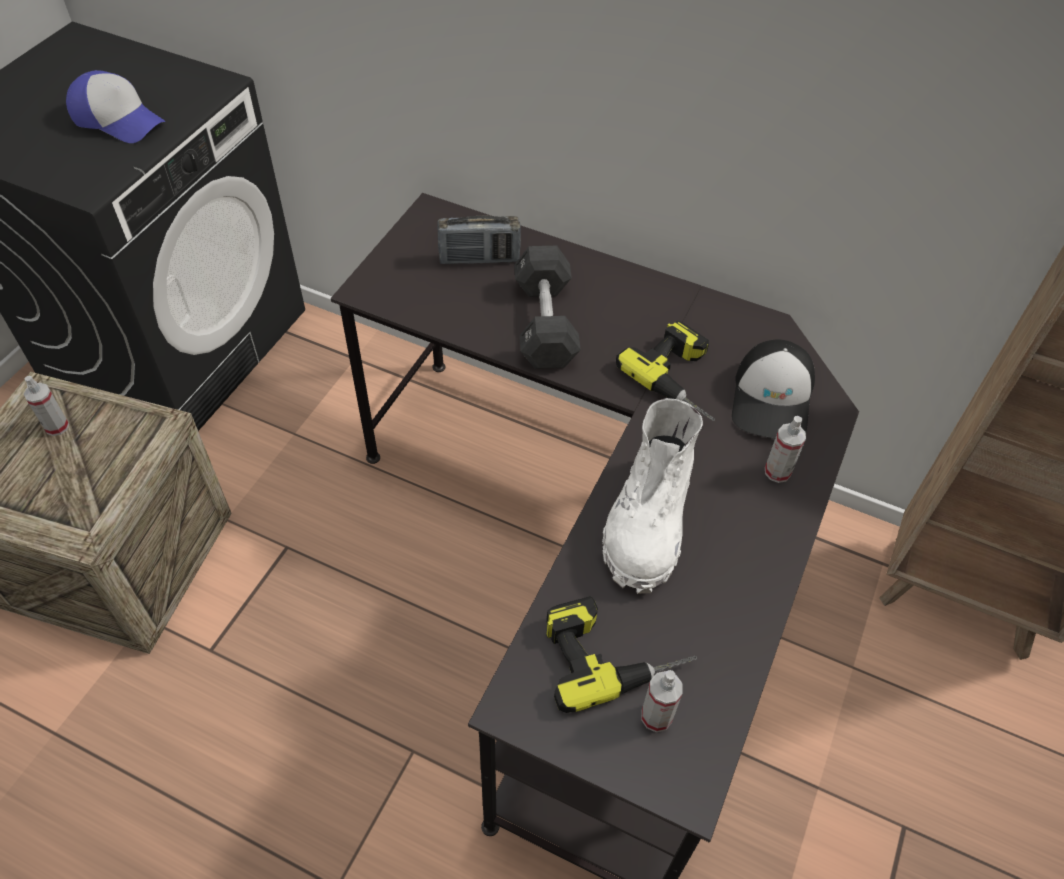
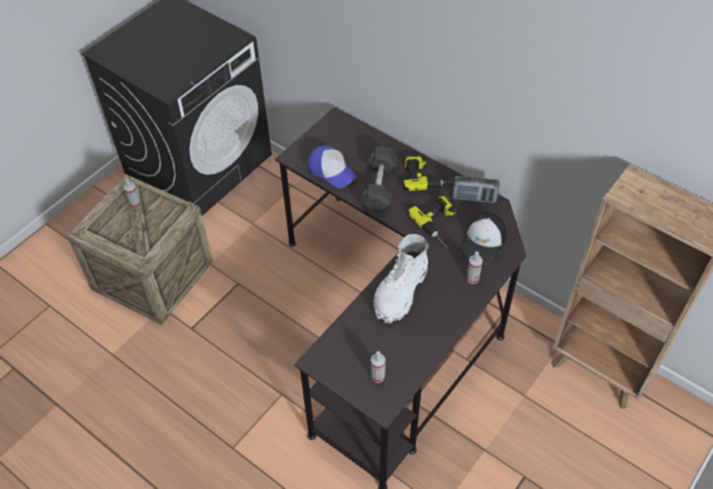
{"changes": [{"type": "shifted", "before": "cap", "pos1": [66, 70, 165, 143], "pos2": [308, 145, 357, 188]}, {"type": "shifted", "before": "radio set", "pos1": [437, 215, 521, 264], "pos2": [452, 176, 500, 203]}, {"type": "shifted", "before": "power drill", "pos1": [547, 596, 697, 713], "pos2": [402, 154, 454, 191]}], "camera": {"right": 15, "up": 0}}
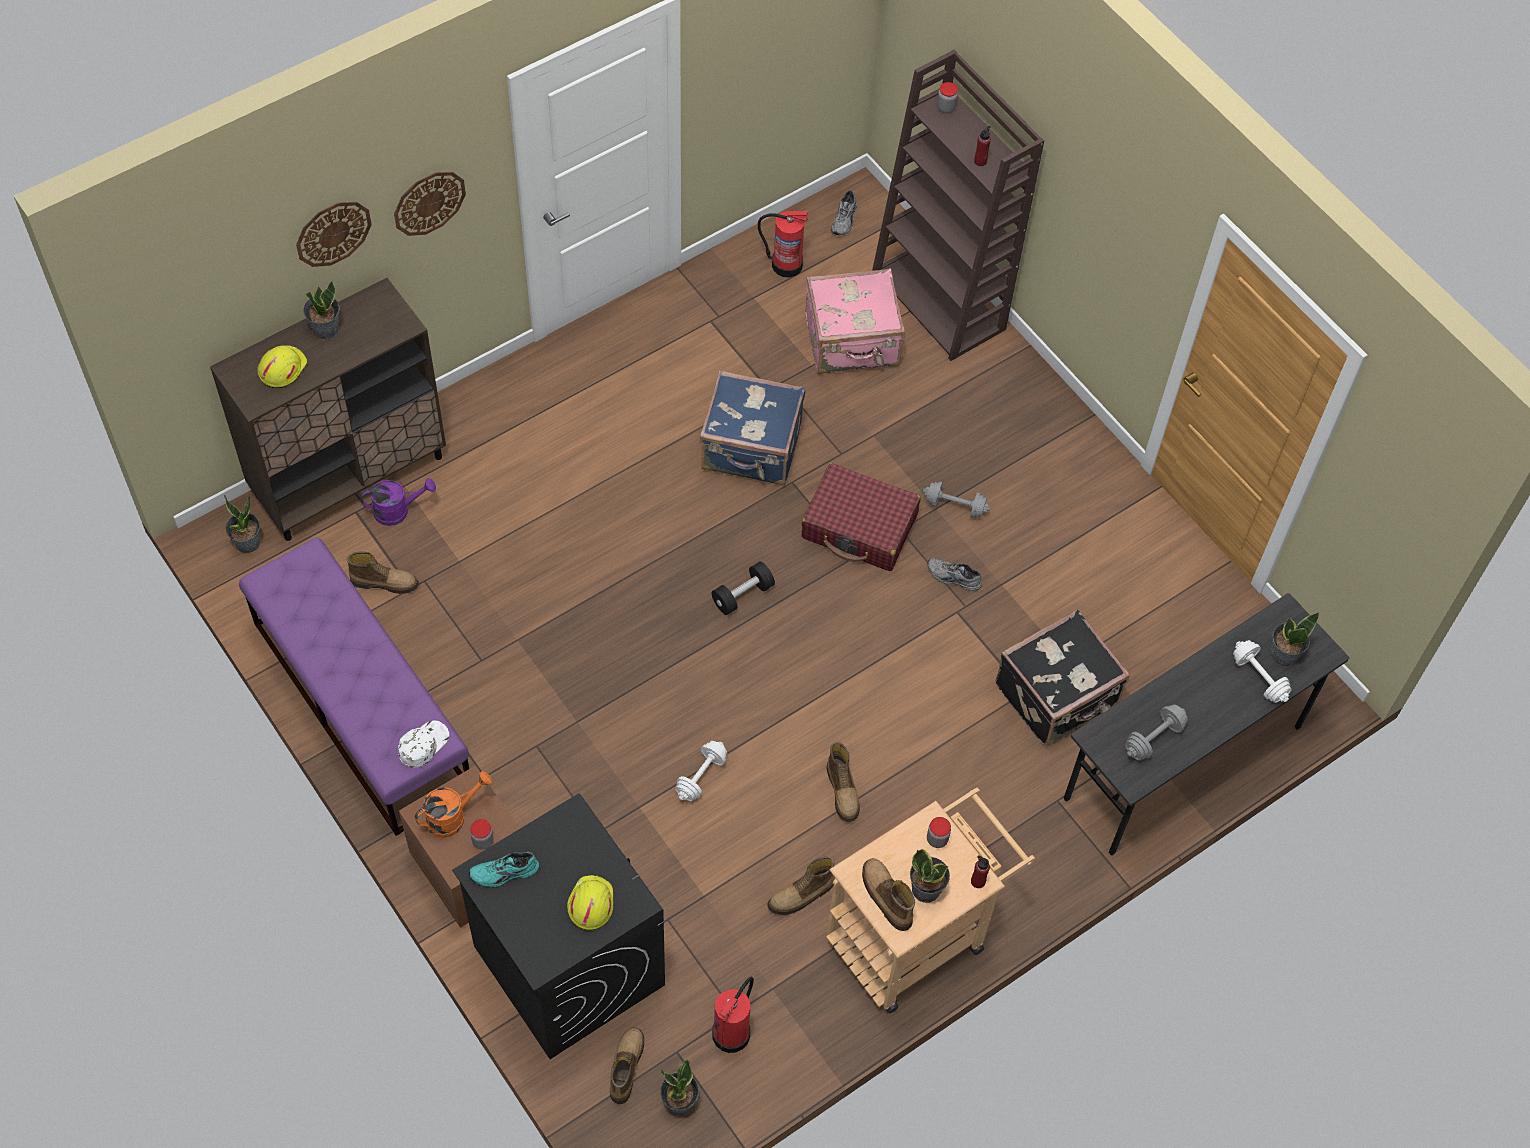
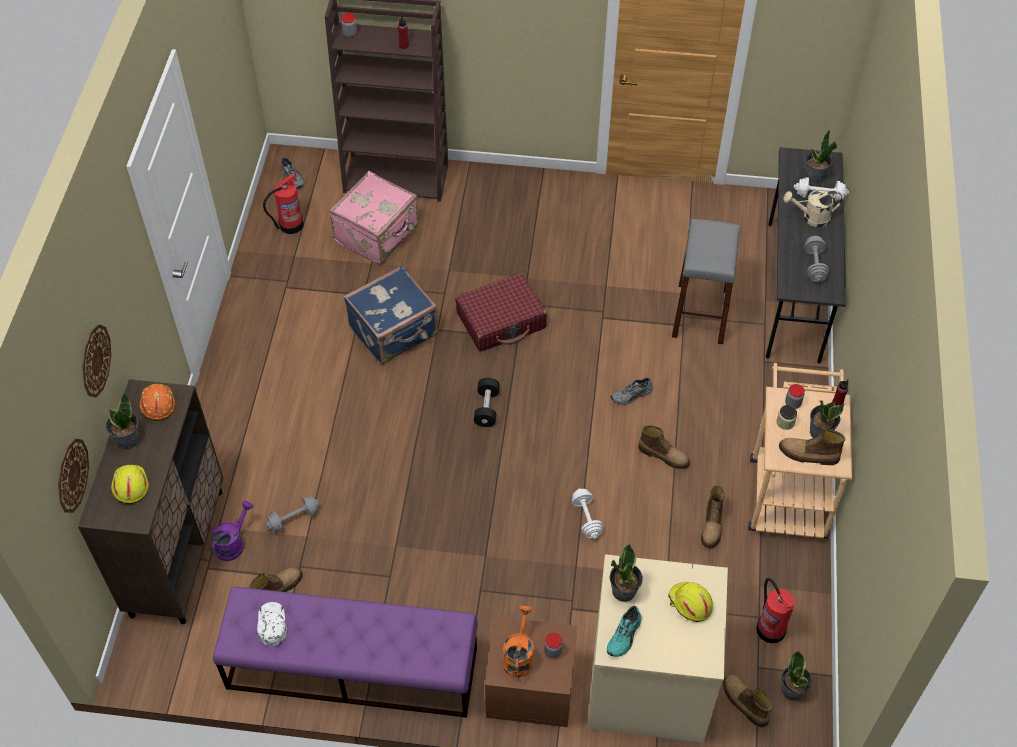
{"changes": [{"type": "new", "after": "orange-coloured hard hat", "pos2": [140, 384, 175, 421]}, {"type": "new", "after": "preserve jar", "pos2": [776, 405, 797, 430]}, {"type": "new", "after": "beige-coloured sprinkling can", "pos2": [783, 189, 842, 227]}, {"type": "shifted", "before": "houseplant", "pos1": [224, 495, 260, 553], "pos2": [610, 544, 643, 602]}, {"type": "shifted", "before": "clock on the wall", "pos1": [394, 172, 466, 236], "pos2": [58, 439, 89, 513]}, {"type": "shifted", "before": "whitish cap", "pos1": [398, 720, 449, 768], "pos2": [257, 602, 287, 647]}, {"type": "shifted", "before": "greyish hand weight", "pos1": [923, 481, 990, 518], "pos2": [266, 496, 320, 532]}, {"type": "shifted", "before": "greyish item of footwear", "pos1": [927, 558, 982, 591], "pos2": [610, 378, 653, 405]}, {"type": "swapped", "before": "black suitcase", "after": "greyish stool seat", "pos1": [996, 610, 1130, 746], "pos2": [672, 219, 740, 344]}, {"type": "repainted", "before": "black washing machine", "after": "beige-coloured washing machine", "pos1": [452, 793, 665, 1059], "pos2": [587, 554, 728, 743]}], "camera": {"right": -45, "up": -5}}
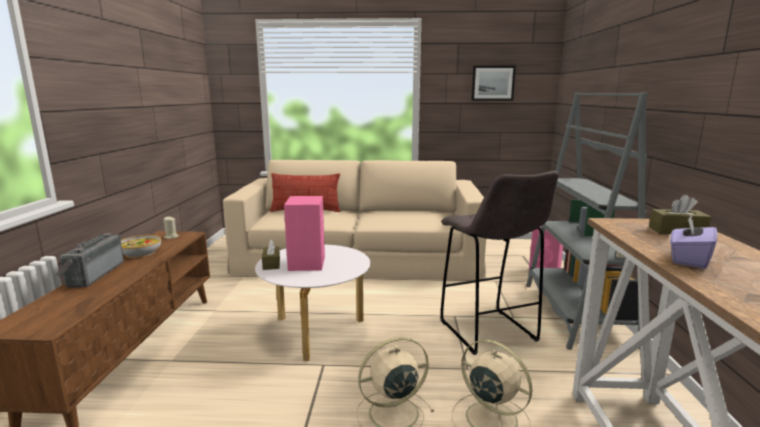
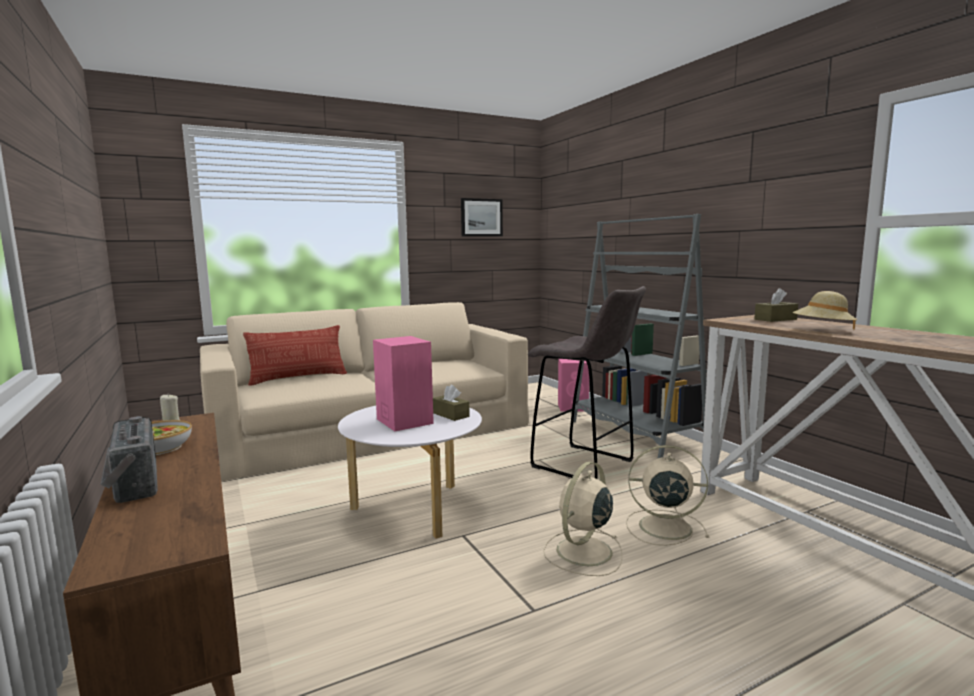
{"changes": [{"type": "shifted", "before": "brownish tissue box", "pos1": [262, 239, 280, 270], "pos2": [433, 385, 470, 421]}, {"type": "swapped", "before": "purplish tissue box", "after": "beige-coloured clothing hat", "pos1": [670, 215, 717, 269], "pos2": [793, 291, 857, 330]}], "camera": {"right": -30, "up": -5}}
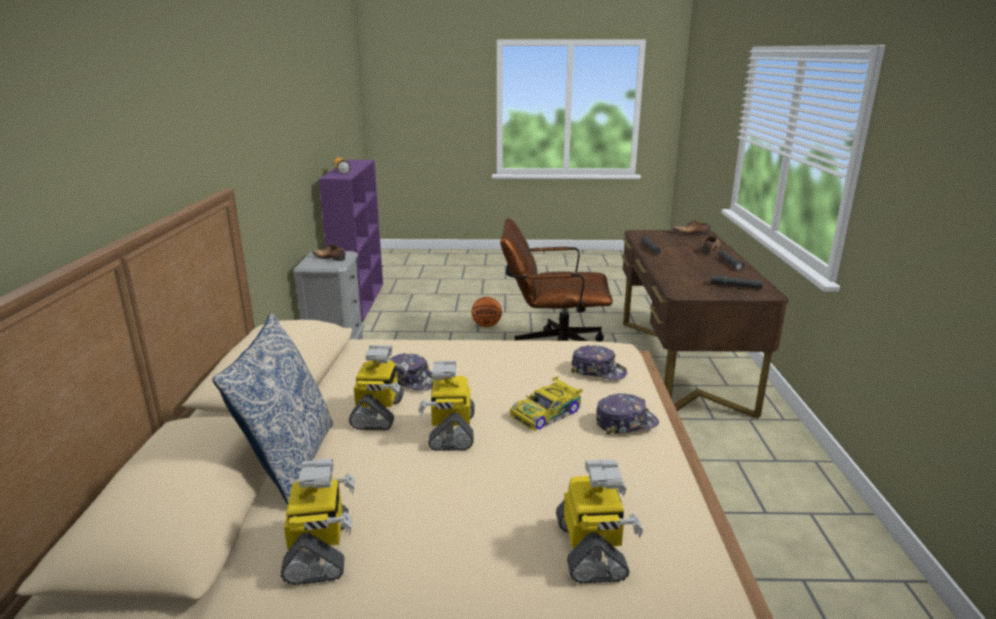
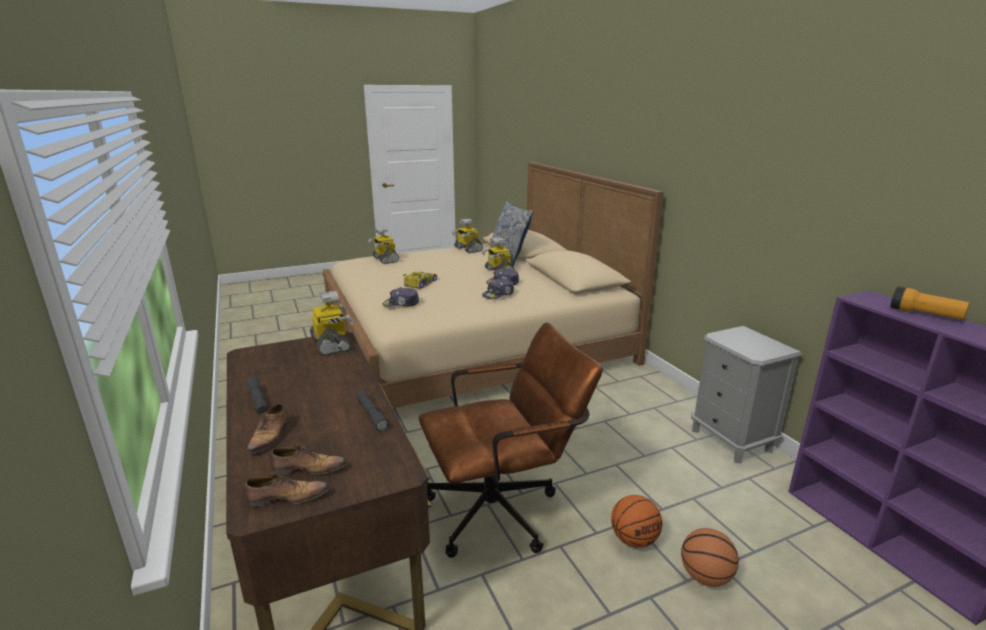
{"changes": [{"type": "gone", "before": "greyish hand torch", "pos1": [710, 274, 763, 289]}, {"type": "new", "after": "basketball ball", "pos2": [681, 528, 739, 587]}, {"type": "shifted", "before": "item of footwear", "pos1": [312, 244, 345, 261], "pos2": [269, 445, 346, 475]}, {"type": "shifted", "before": "toy robot", "pos1": [418, 360, 475, 451], "pos2": [310, 291, 353, 355]}, {"type": "shifted", "before": "cap", "pos1": [596, 393, 659, 435], "pos2": [482, 278, 514, 299]}], "camera": {"right": 155, "up": 0}}
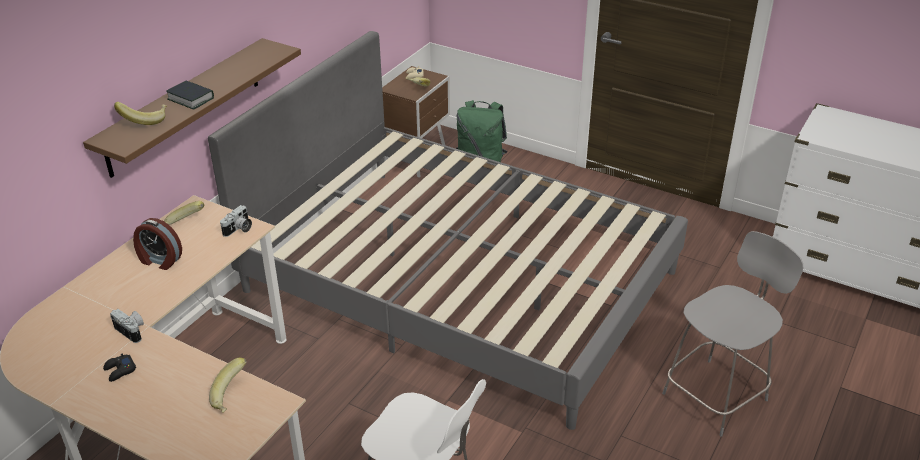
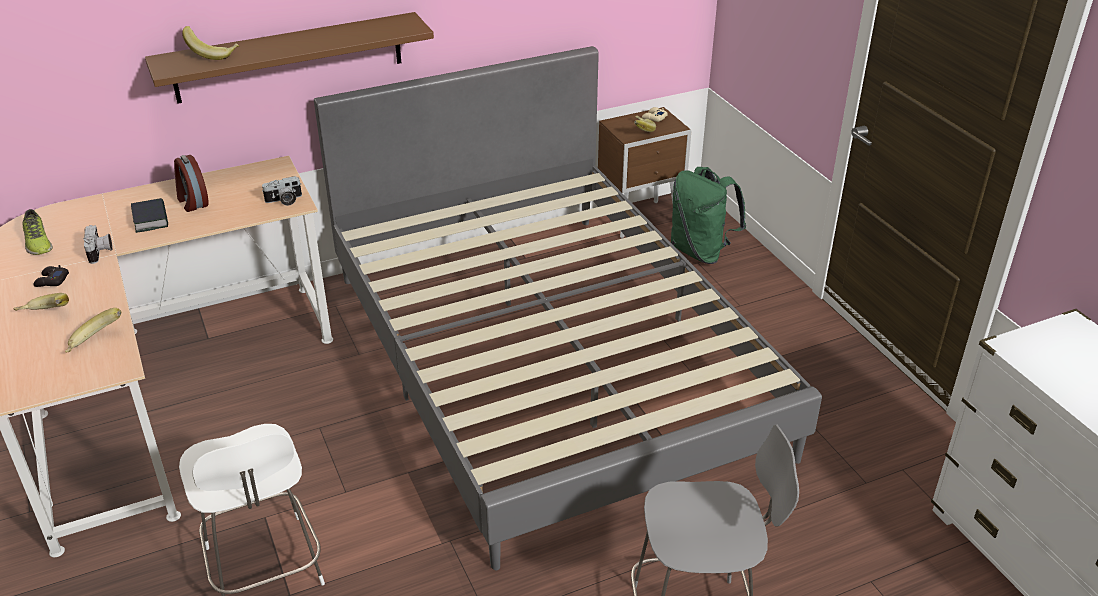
{"changes": [{"type": "new", "after": "item of footwear", "pos2": [22, 209, 53, 255]}, {"type": "shifted", "before": "whole banana", "pos1": [164, 201, 204, 225], "pos2": [13, 293, 69, 311]}, {"type": "shifted", "before": "bound book", "pos1": [166, 81, 214, 110], "pos2": [131, 198, 168, 233]}], "camera": {"right": 35, "up": 0}}
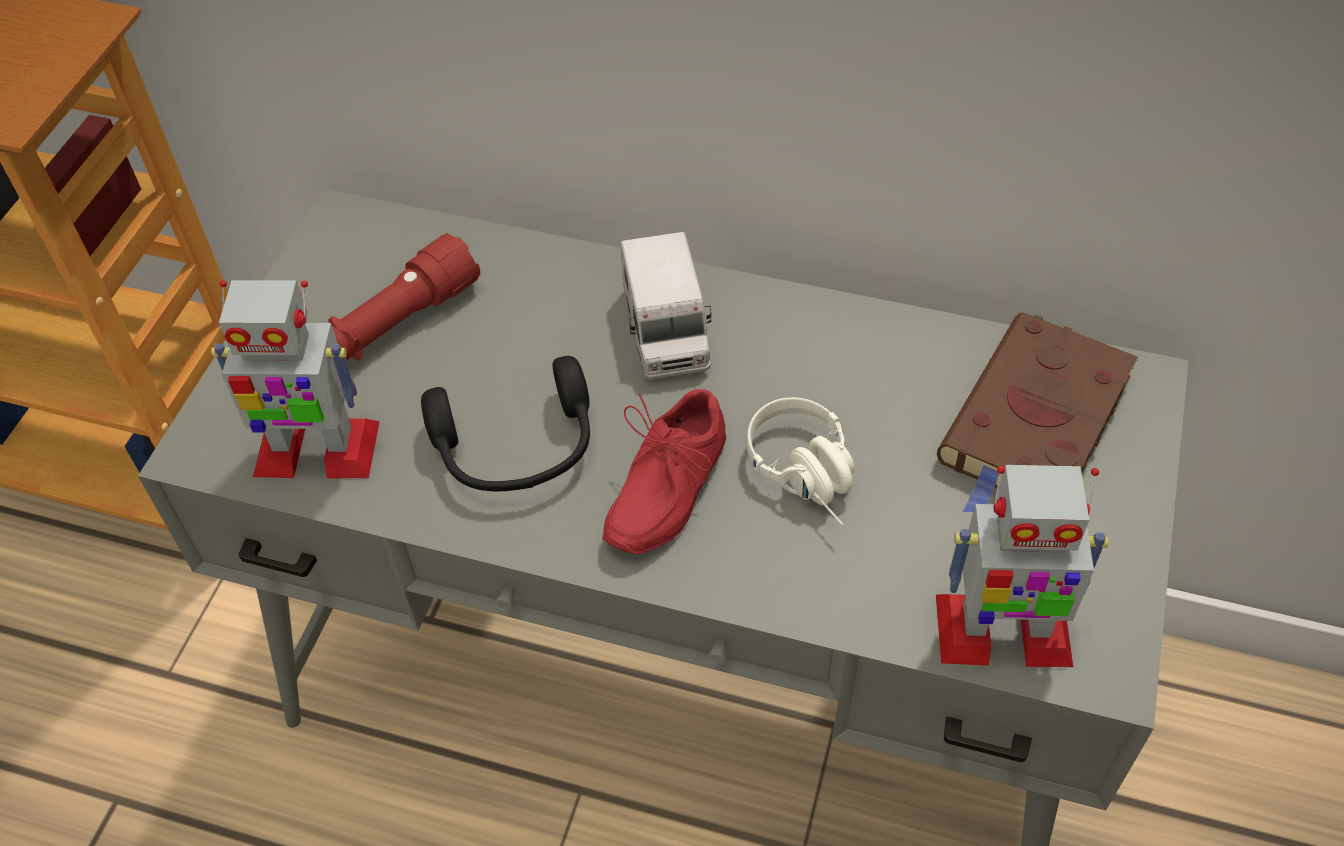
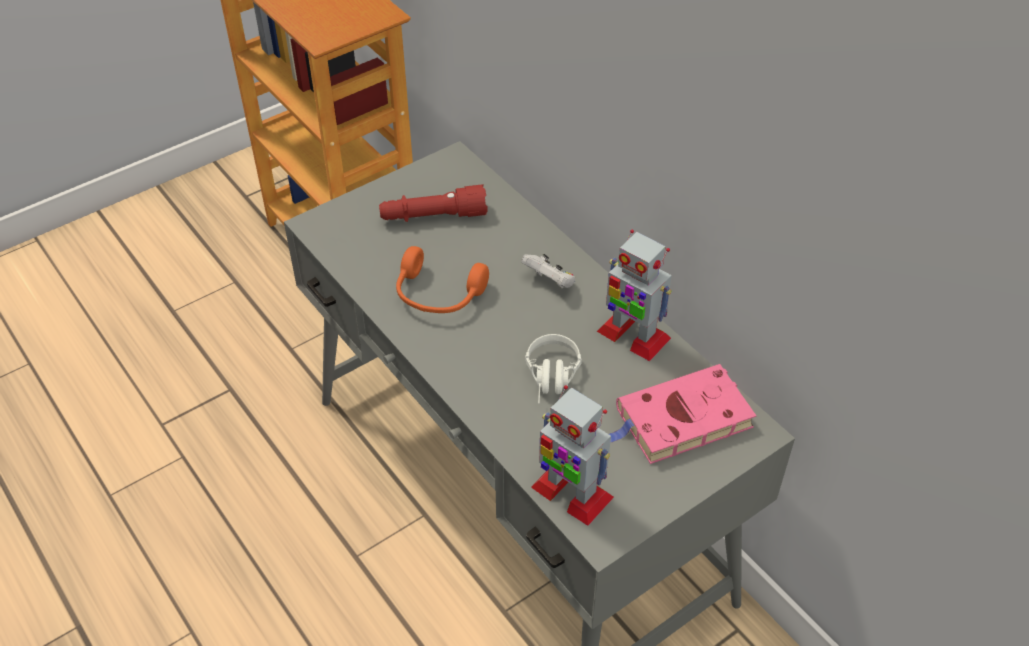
{"changes": [{"type": "gone", "before": "red-coloured item of footwear", "pos1": [602, 389, 726, 554]}, {"type": "shifted", "before": "toy robot", "pos1": [211, 280, 380, 479], "pos2": [597, 230, 672, 361]}, {"type": "swapped", "before": "toy truck", "after": "whitish gamepad", "pos1": [621, 232, 711, 380], "pos2": [521, 254, 575, 288]}, {"type": "repainted", "before": "black headphones", "after": "orange-coloured headphones", "pos1": [421, 356, 590, 492], "pos2": [396, 246, 489, 313]}, {"type": "repainted", "before": "brownish bound book", "after": "pink bound book", "pos1": [937, 312, 1138, 512], "pos2": [609, 364, 756, 464]}], "camera": {"right": 35, "up": -5}}
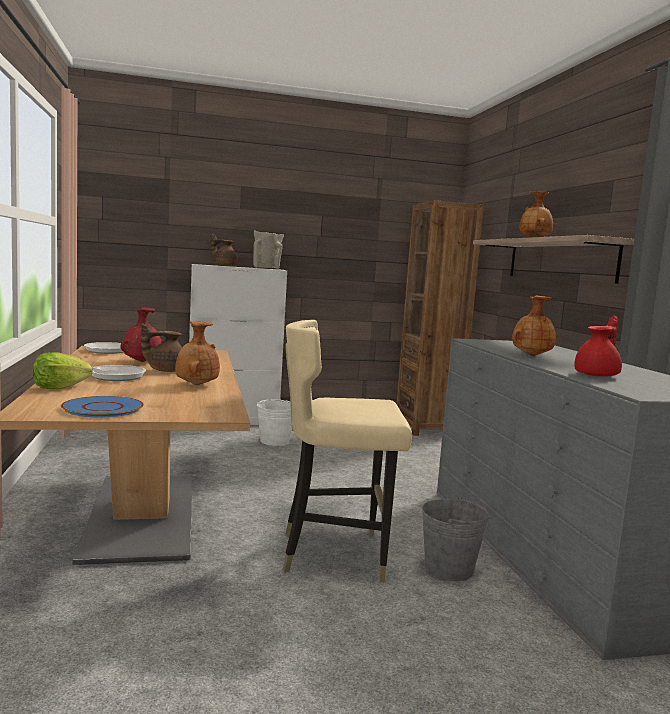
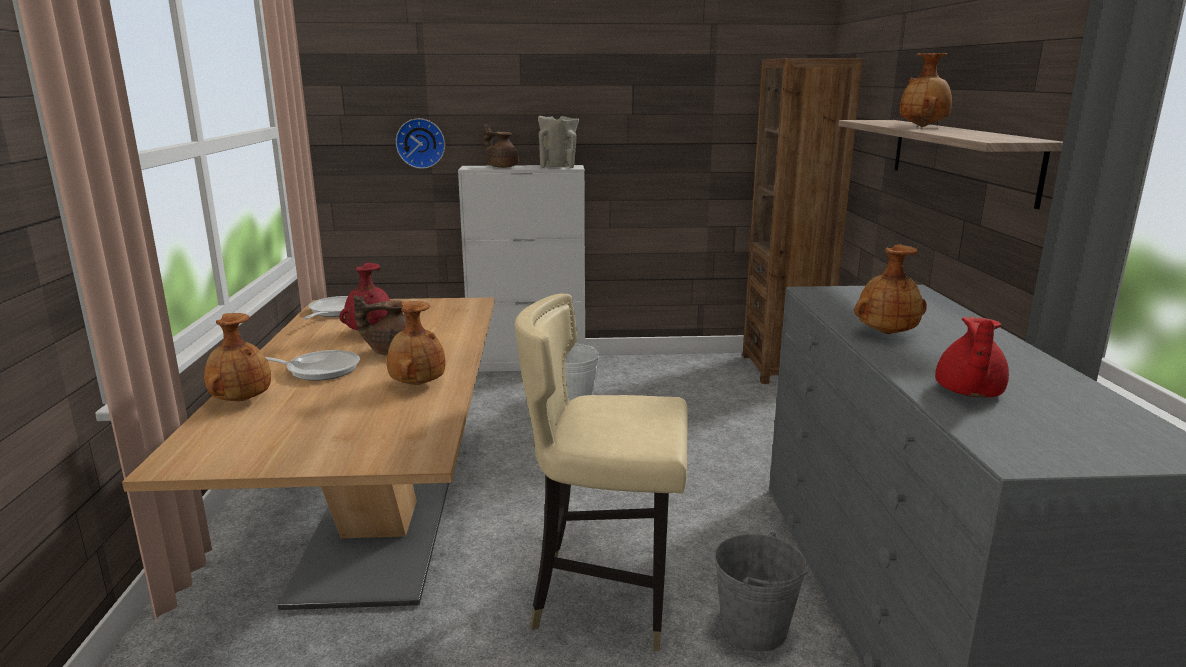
{"changes": [{"type": "gone", "before": "blue plate", "pos1": [61, 396, 144, 417]}, {"type": "new", "after": "clock on the wall", "pos2": [396, 118, 445, 169]}, {"type": "swapped", "before": "head of lettuce", "after": "brownish vase", "pos1": [33, 352, 93, 389], "pos2": [204, 313, 271, 401]}, {"type": "rotated", "before": "red-coloured teapot", "pos1": [574, 316, 622, 377], "pos2": [935, 316, 1009, 397], "turn": 150}], "camera": {"right": 10, "up": 10}}
